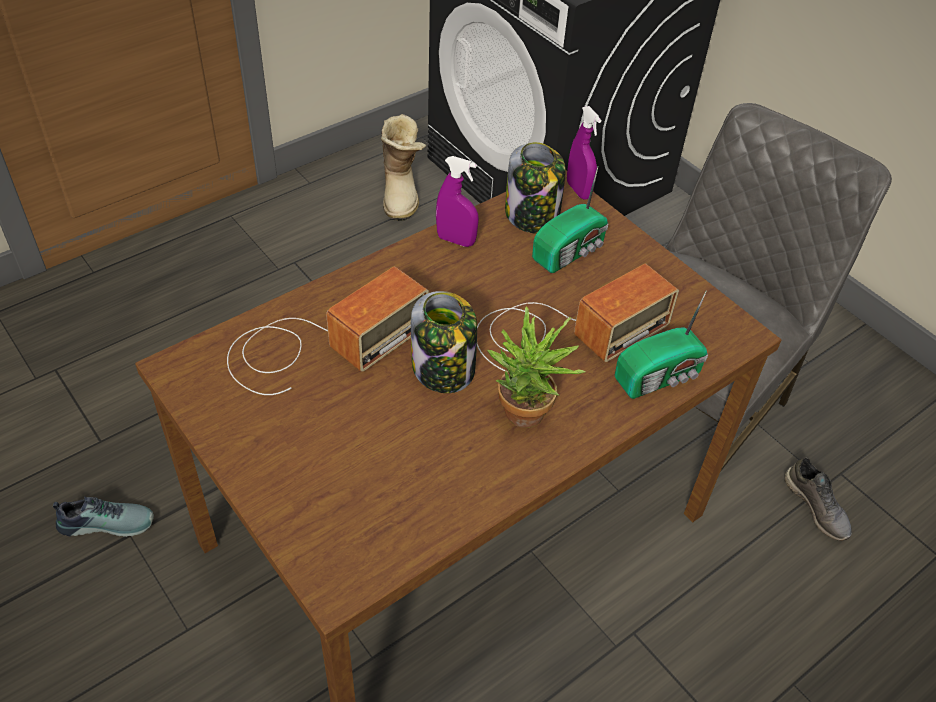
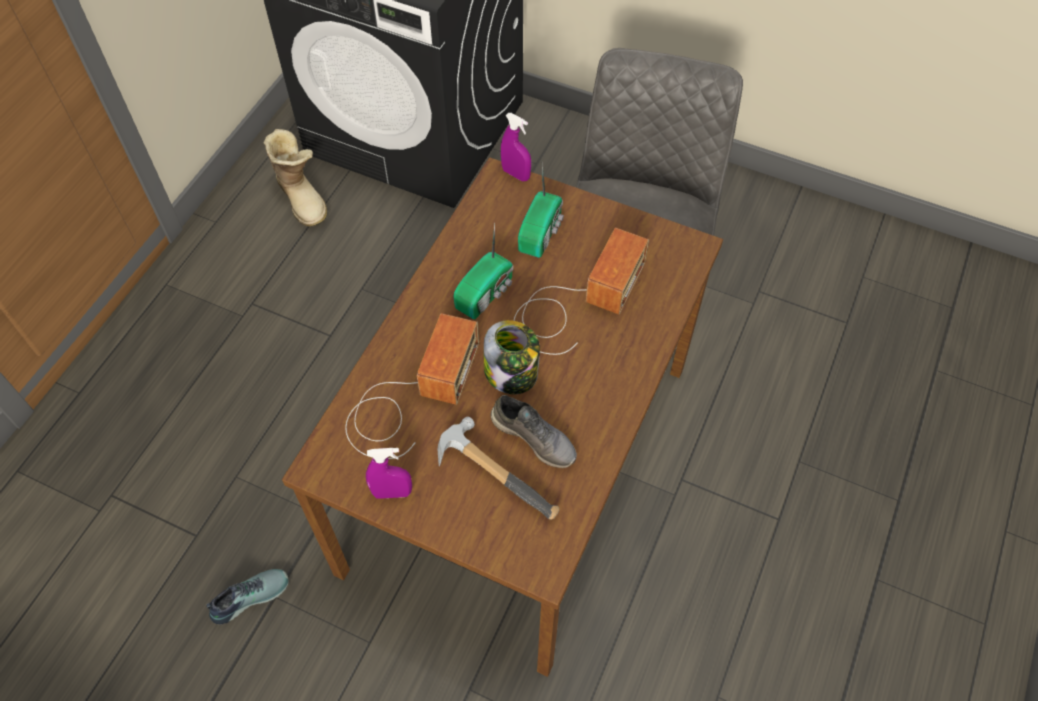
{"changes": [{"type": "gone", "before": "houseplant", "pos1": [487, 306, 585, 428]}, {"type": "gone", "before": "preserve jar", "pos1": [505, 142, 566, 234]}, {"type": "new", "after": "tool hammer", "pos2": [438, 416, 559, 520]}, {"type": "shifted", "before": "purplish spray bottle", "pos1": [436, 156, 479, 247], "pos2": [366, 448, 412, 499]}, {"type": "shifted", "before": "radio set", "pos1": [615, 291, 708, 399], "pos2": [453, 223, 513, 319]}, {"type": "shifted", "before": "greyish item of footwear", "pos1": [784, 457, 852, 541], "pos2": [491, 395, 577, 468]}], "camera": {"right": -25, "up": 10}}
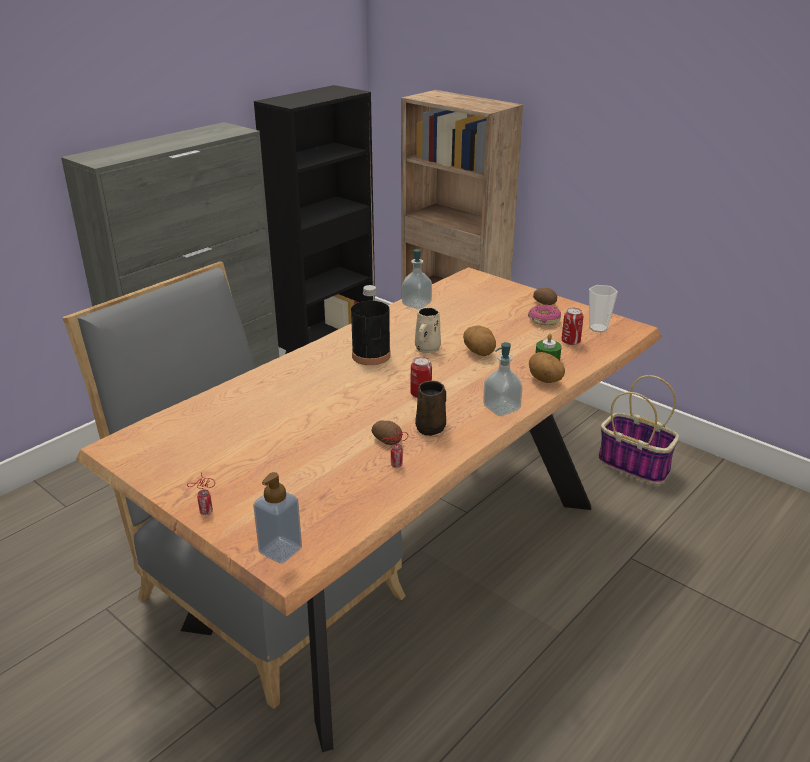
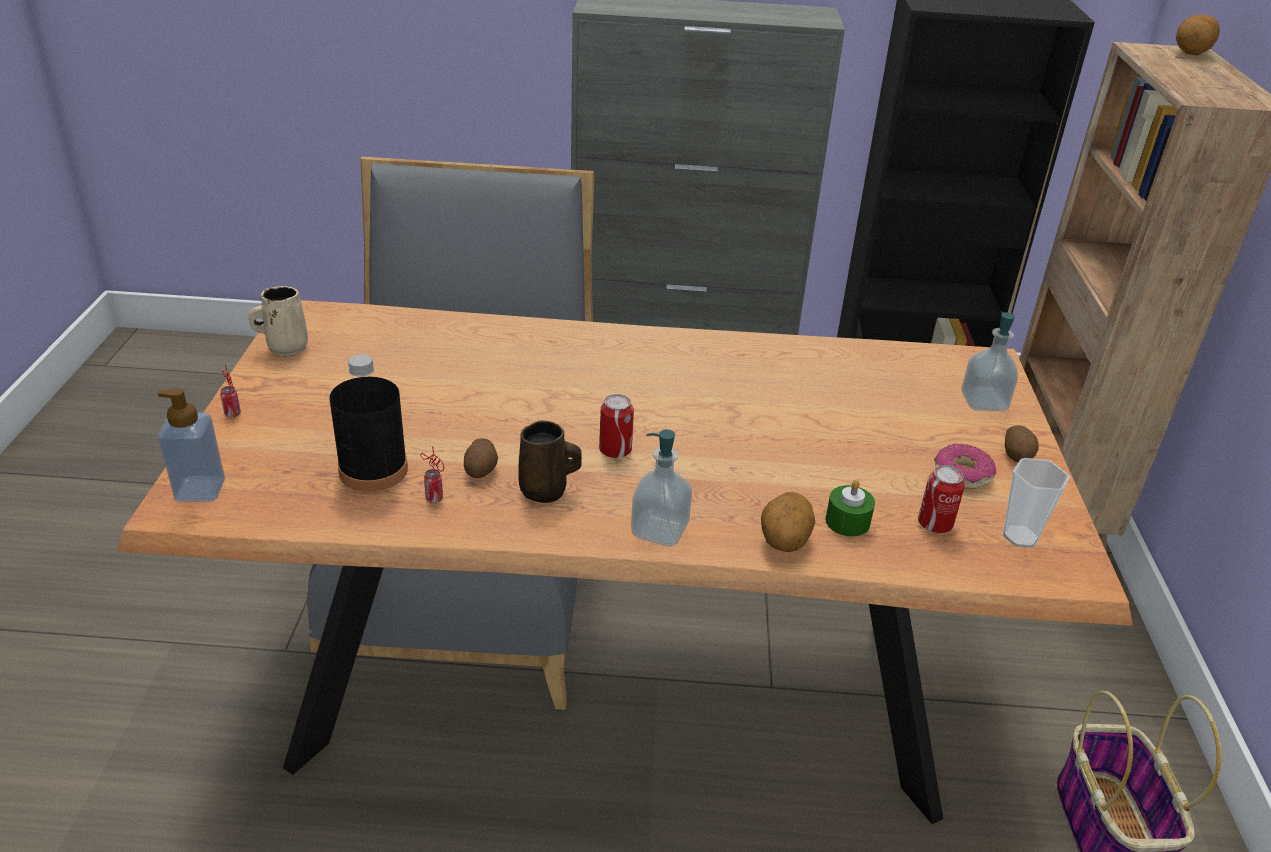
{"changes": [{"type": "shifted", "before": "black bottle", "pos1": [351, 285, 391, 365], "pos2": [329, 354, 408, 492]}, {"type": "shifted", "before": "soap bottle", "pos1": [402, 249, 432, 309], "pos2": [962, 312, 1018, 411]}, {"type": "shifted", "before": "beige-coloured coffee mug", "pos1": [415, 307, 441, 353], "pos2": [248, 286, 308, 357]}, {"type": "shifted", "before": "whole potato", "pos1": [463, 325, 496, 356], "pos2": [1176, 15, 1220, 55]}], "camera": {"right": 50, "up": 5}}
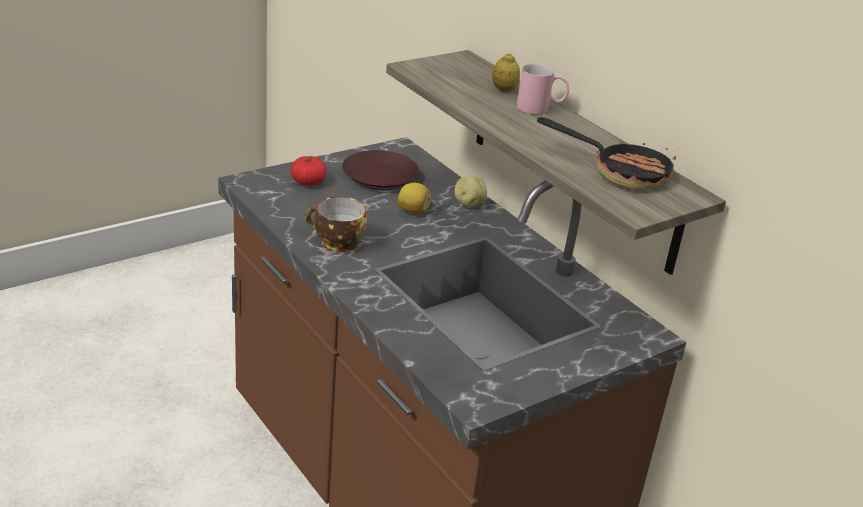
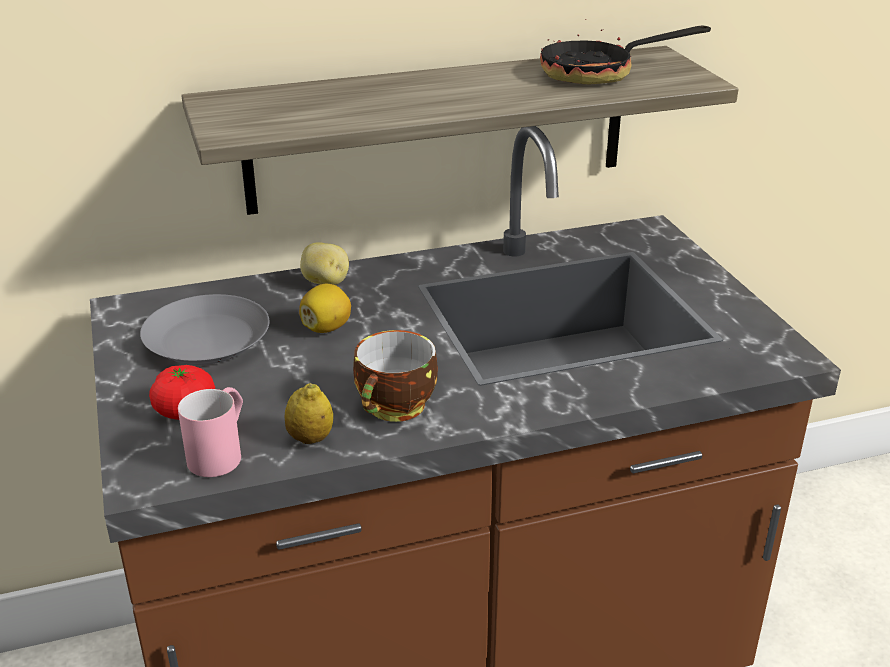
{"changes": [{"type": "shifted", "before": "citrus fruit", "pos1": [492, 53, 520, 92], "pos2": [285, 383, 333, 444]}, {"type": "shifted", "before": "pink coffee mug", "pos1": [517, 64, 569, 114], "pos2": [178, 387, 243, 477]}, {"type": "repainted", "before": "brownish plate", "after": "greyish plate", "pos1": [342, 150, 419, 190], "pos2": [140, 294, 270, 365]}, {"type": "rotated", "before": "frying pan", "pos1": [537, 117, 676, 190], "pos2": [540, 25, 711, 85], "turn": -150}], "camera": {"right": -70, "up": 0}}
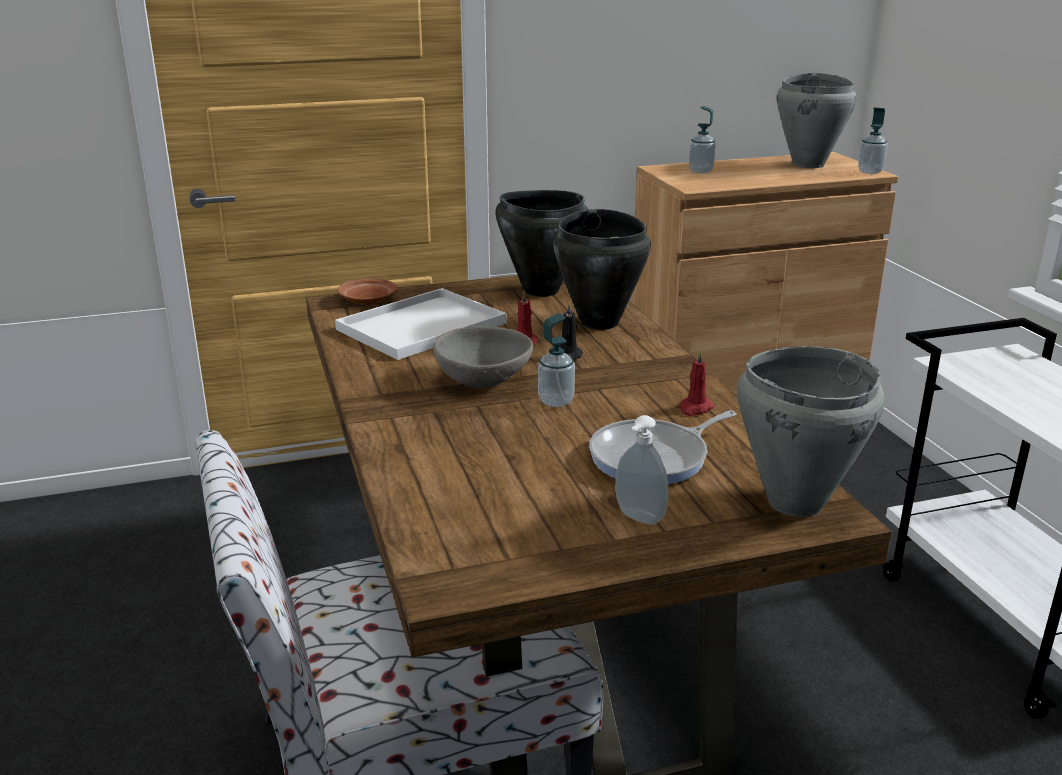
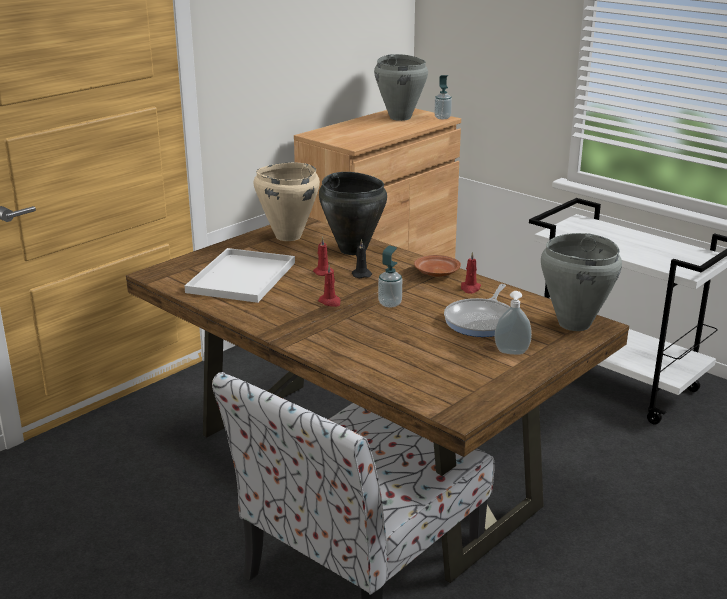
{"changes": [{"type": "gone", "before": "soap bottle", "pos1": [689, 106, 716, 173]}, {"type": "shifted", "before": "brownish plate", "pos1": [338, 278, 398, 305], "pos2": [414, 255, 461, 277]}, {"type": "swapped", "before": "greyish deep dish", "after": "red-coloured wax candle", "pos1": [433, 326, 533, 388], "pos2": [318, 265, 341, 307]}, {"type": "repainted", "before": "black cooking pot", "after": "beige-coloured cooking pot", "pos1": [495, 190, 588, 297], "pos2": [253, 163, 320, 241]}], "camera": {"right": -30, "up": 0}}
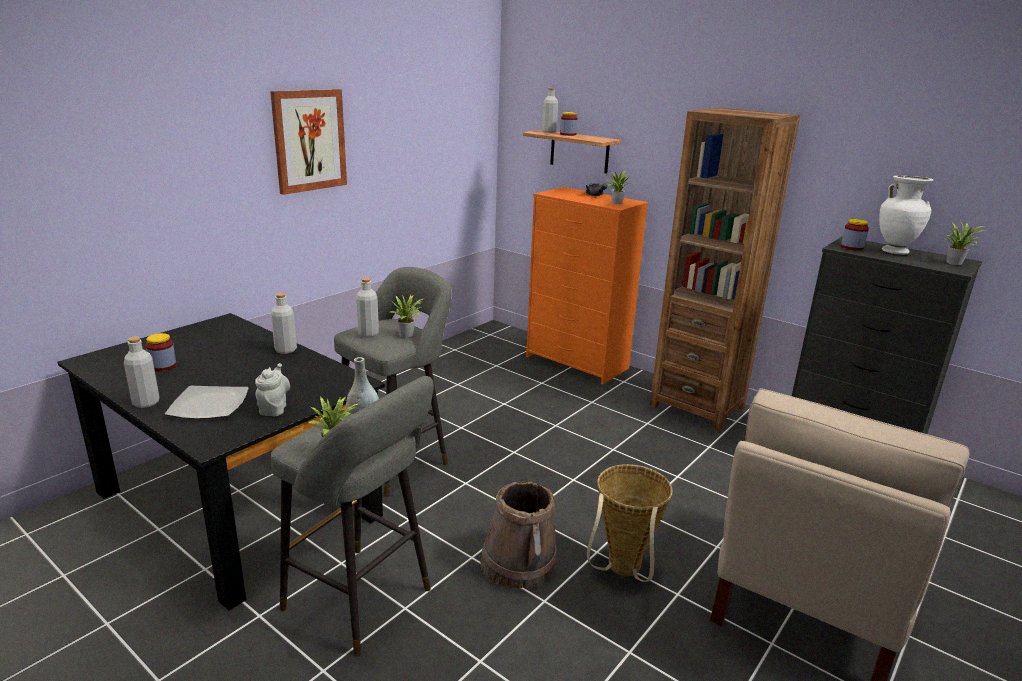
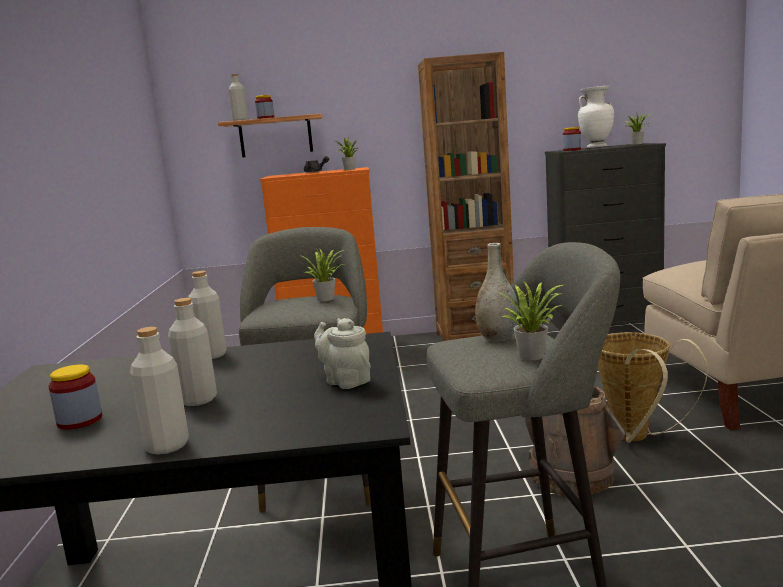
{"changes": [{"type": "gone", "before": "plate", "pos1": [165, 386, 249, 419]}, {"type": "gone", "before": "wall art", "pos1": [270, 89, 347, 195]}, {"type": "shifted", "before": "greyish bottle", "pos1": [356, 277, 379, 337], "pos2": [168, 298, 217, 406]}], "camera": {"right": -40, "up": -10}}
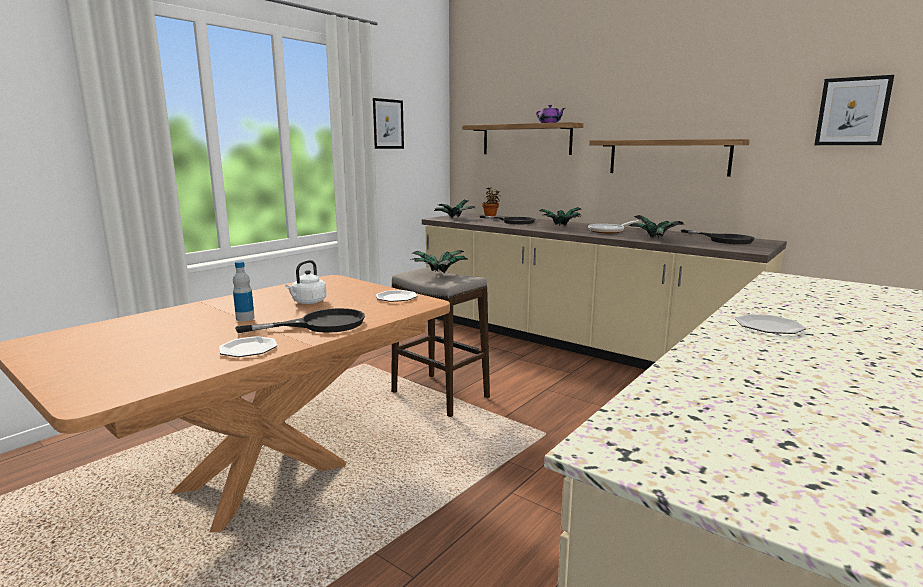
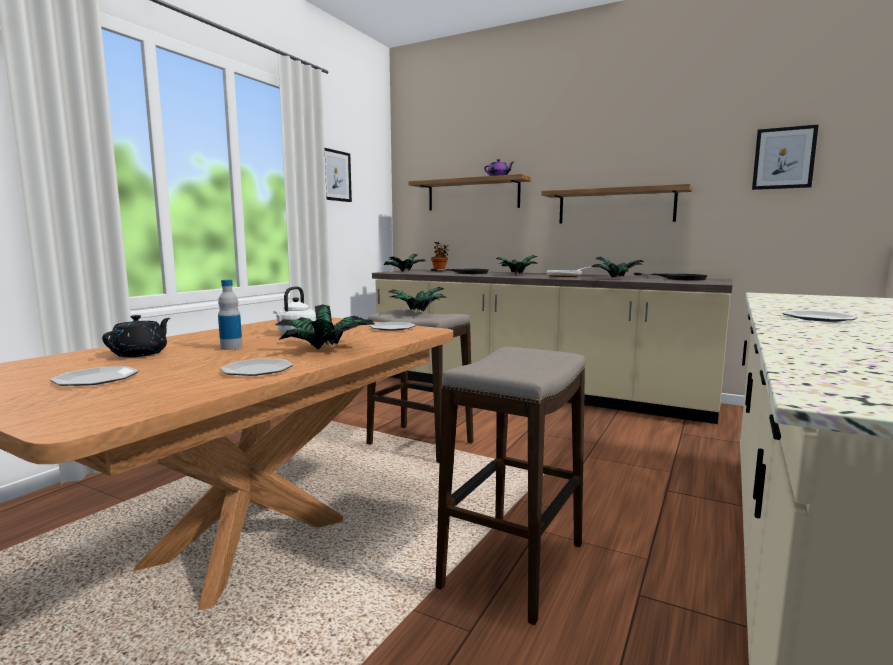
{"changes": [{"type": "new", "after": "plate", "pos2": [50, 366, 139, 386]}, {"type": "new", "after": "black teapot", "pos2": [102, 315, 170, 357]}, {"type": "new", "after": "stool seat", "pos2": [435, 347, 585, 625]}, {"type": "swapped", "before": "black frying pan", "after": "houseplant", "pos1": [235, 308, 365, 333], "pos2": [276, 304, 375, 350]}], "camera": {"right": -10, "up": -5}}
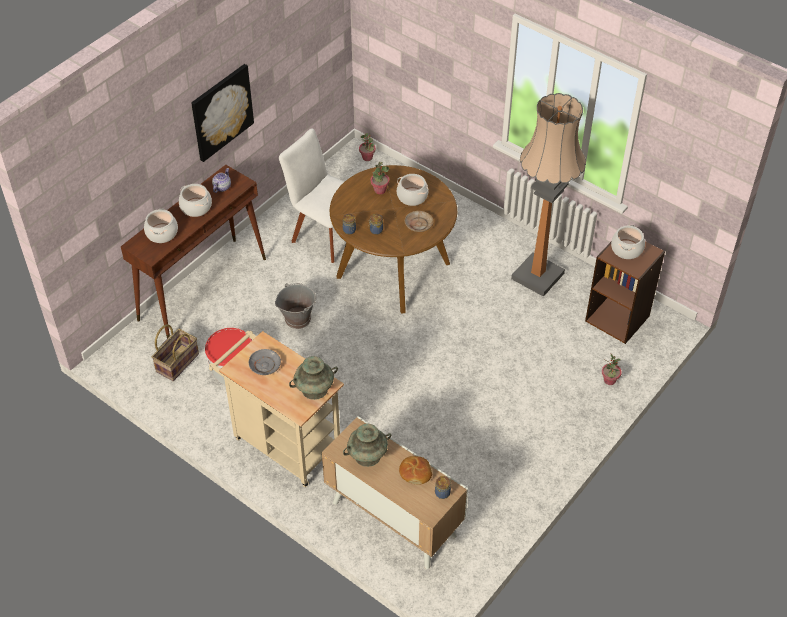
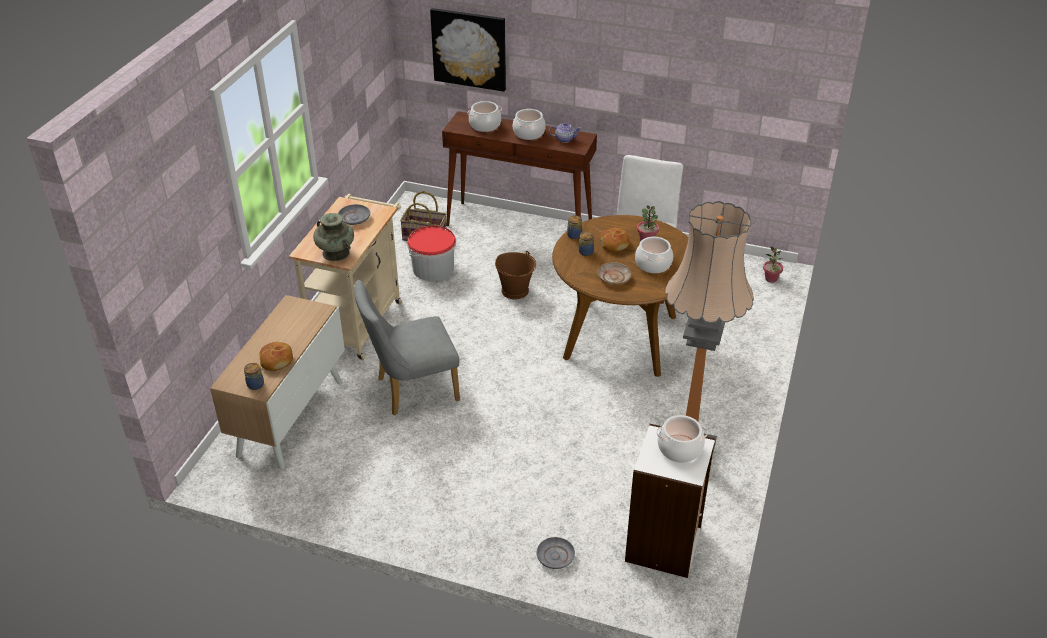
{"changes": [{"type": "gone", "before": "turquoise-coloured vase", "pos1": [343, 423, 391, 467]}, {"type": "new", "after": "greyish plain chair", "pos2": [354, 280, 460, 415]}, {"type": "new", "after": "bakery bread", "pos2": [600, 228, 630, 252]}, {"type": "shifted", "before": "wall art", "pos1": [191, 64, 254, 162], "pos2": [430, 8, 506, 92]}, {"type": "swapped", "before": "houseplant", "after": "greyish plate", "pos1": [602, 354, 622, 385], "pos2": [537, 537, 575, 569]}, {"type": "repainted", "before": "greyish bucket", "after": "brownish bucket", "pos1": [275, 283, 316, 329], "pos2": [495, 251, 536, 299]}, {"type": "repainted", "before": "brownish shelving unit", "after": "whitish shelving unit", "pos1": [585, 241, 665, 344], "pos2": [625, 424, 715, 578]}], "camera": {"right": 70, "up": -10}}
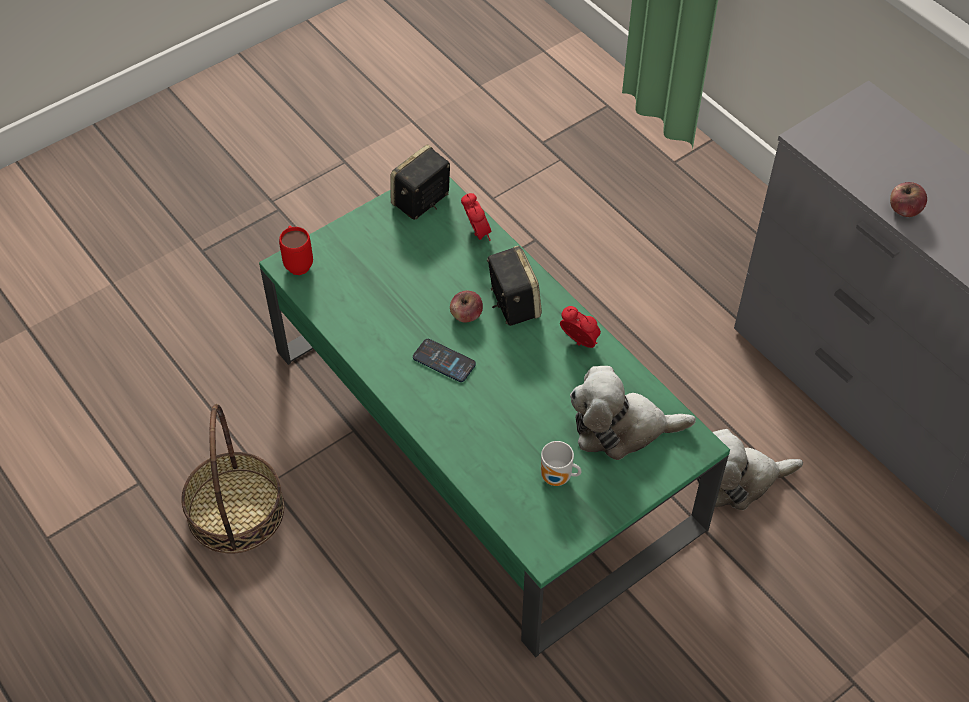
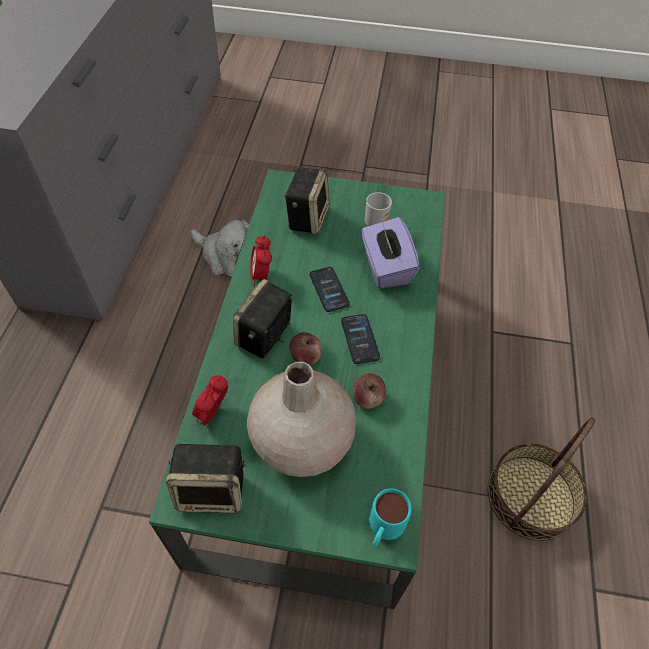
{"changes": [{"type": "new", "after": "beige-coloured vase", "pos2": [247, 361, 356, 477]}, {"type": "new", "after": "handset", "pos2": [309, 267, 350, 312]}, {"type": "new", "after": "purplish tissue box", "pos2": [361, 217, 420, 288]}, {"type": "shifted", "before": "apple fruit", "pos1": [890, 182, 927, 217], "pos2": [353, 373, 386, 409]}, {"type": "swapped", "before": "cuddly toy", "after": "speaker", "pos1": [570, 366, 696, 460], "pos2": [284, 167, 330, 234]}, {"type": "repainted", "before": "red-coloured coffee mug", "after": "turquoise-coloured coffee mug", "pos1": [279, 226, 313, 275], "pos2": [369, 489, 412, 547]}], "camera": {"right": -135, "up": 0}}
